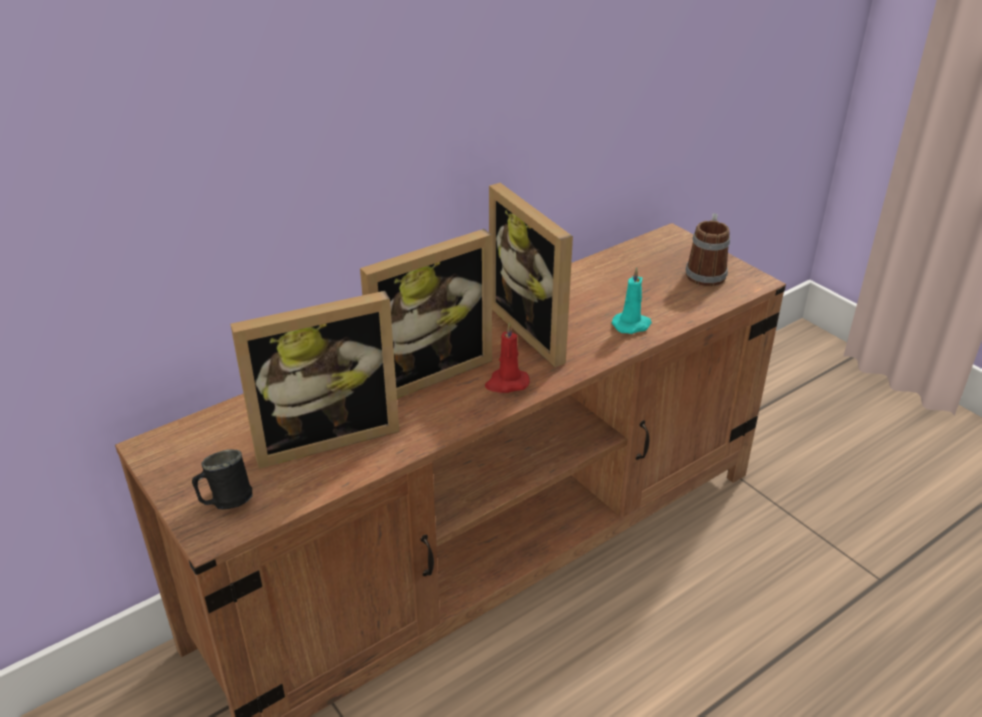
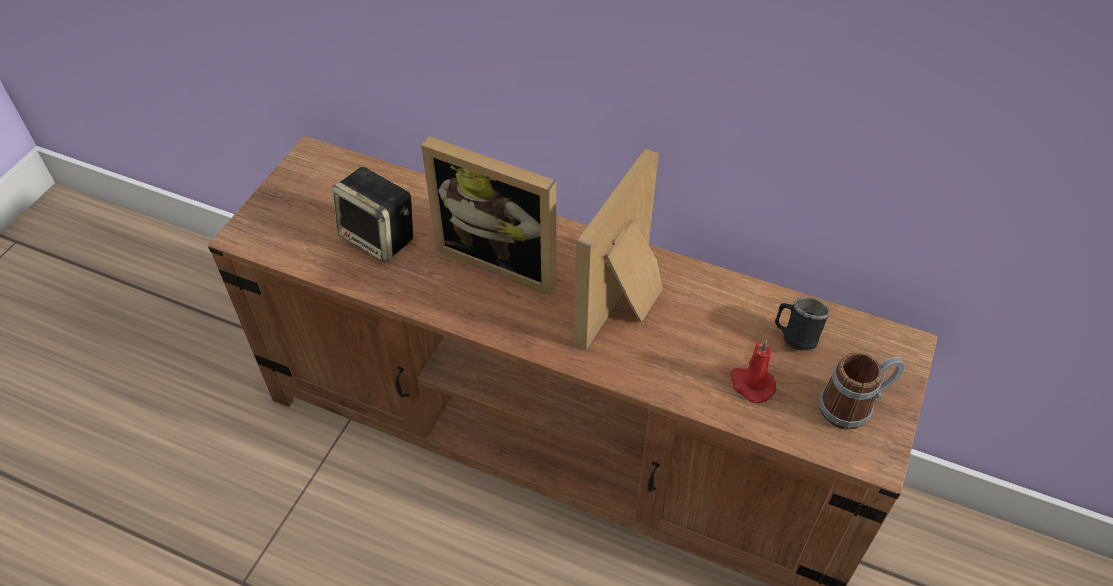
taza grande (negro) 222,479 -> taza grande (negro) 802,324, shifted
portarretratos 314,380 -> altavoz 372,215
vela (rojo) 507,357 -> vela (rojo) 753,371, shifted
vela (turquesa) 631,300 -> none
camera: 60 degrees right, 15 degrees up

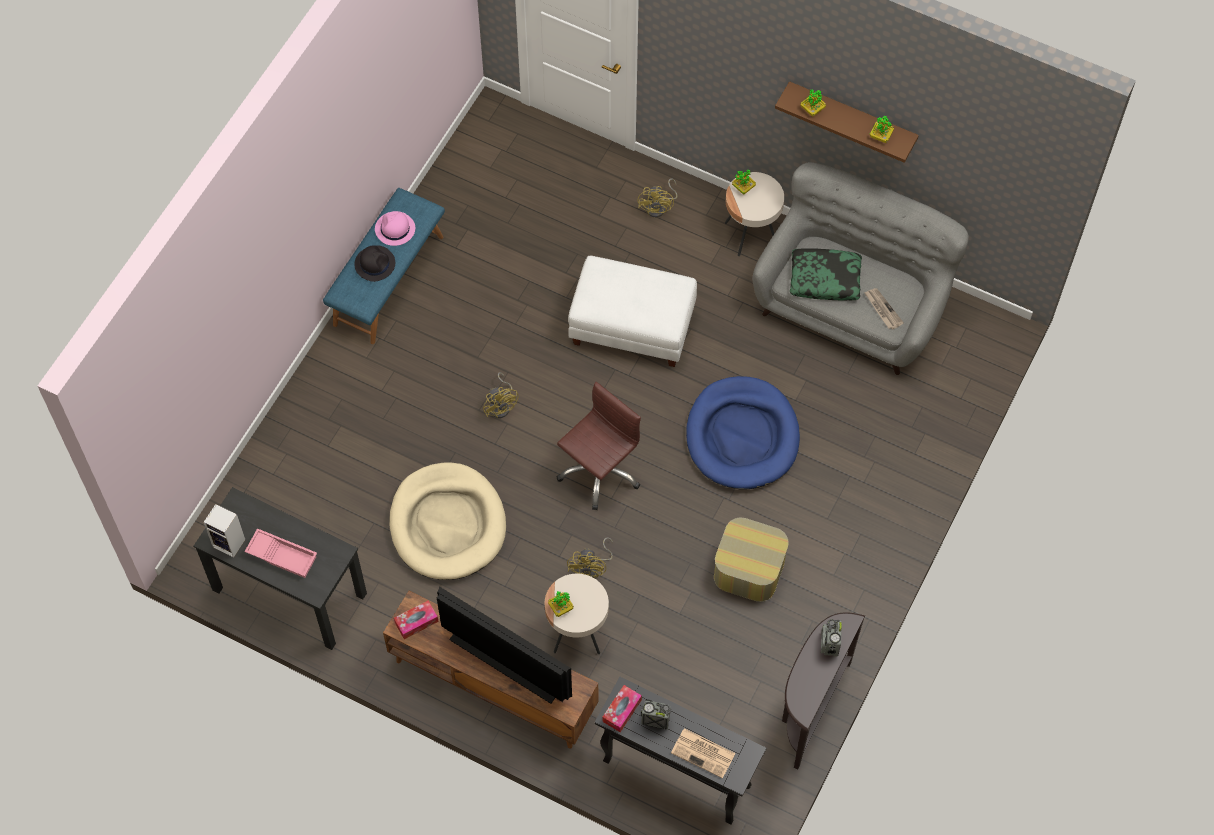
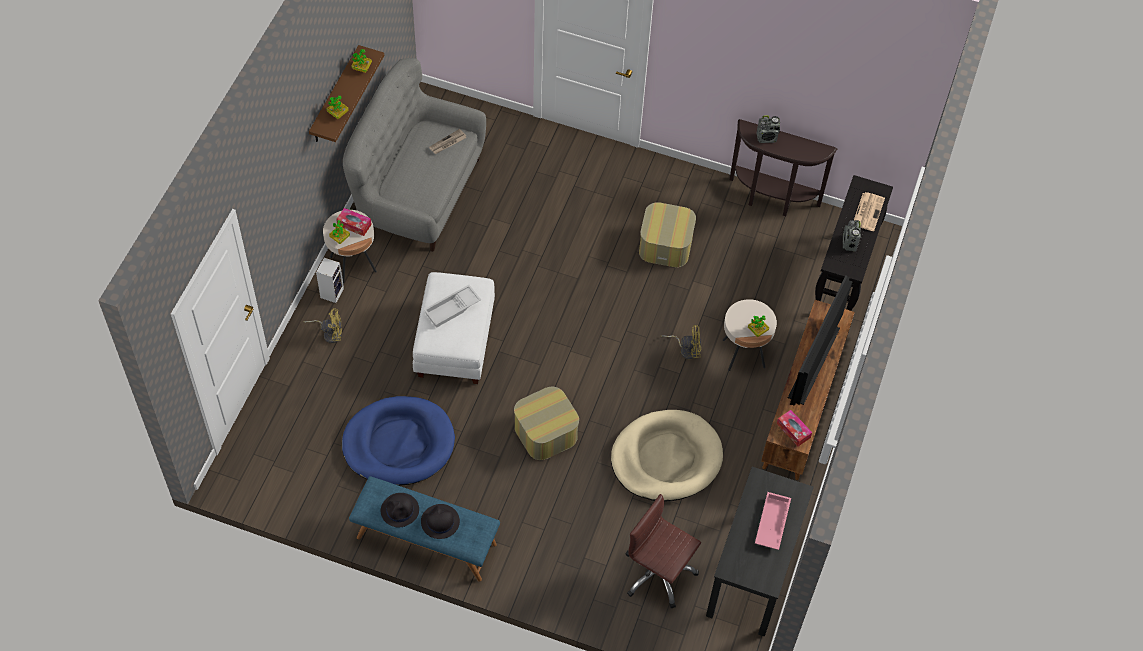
altavoz 224,531 -> altavoz 330,280, shifted
sombrero (rosa) 395,228 -> sombrero (negro) 400,510
ventilador (amarillo) 500,395 -> puf 546,423
silla de oficina (marrón) 599,446 -> silla de oficina (marrón) 663,551, shifted
caja de pañuelos 622,708 -> caja de pañuelos 354,222, shifted
cama para perro (azul) 743,432 -> cama para perro (azul) 398,441, shifted
cojín 826,274 -> none
none -> bandeja (blanco) 452,306
camera: 100 degrees left, 5 degrees down

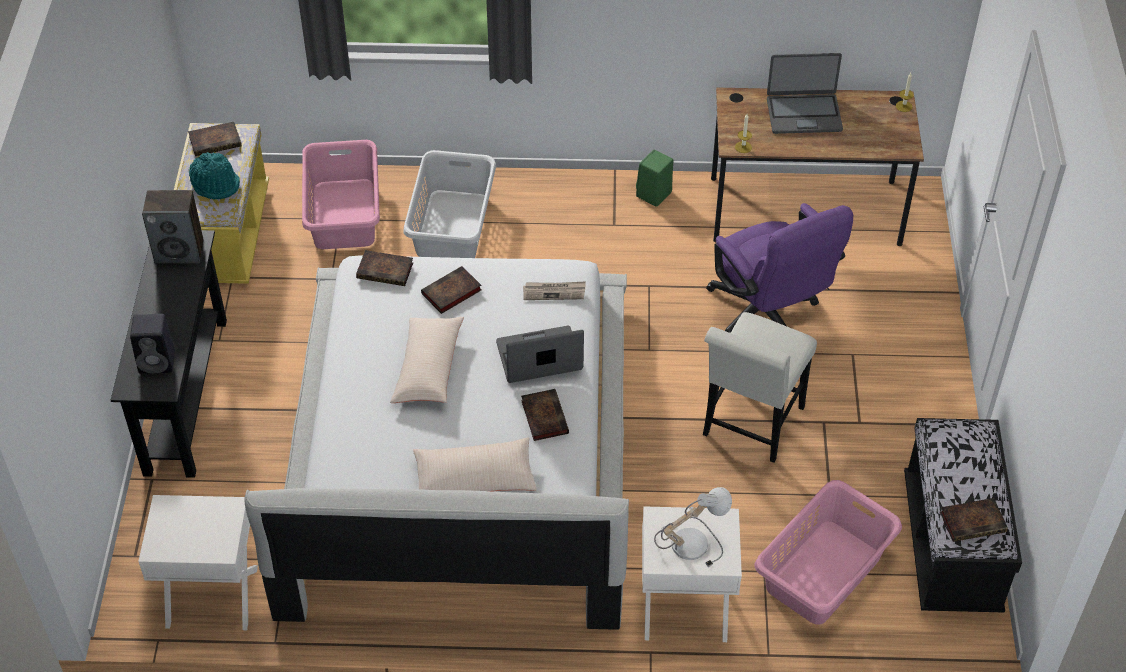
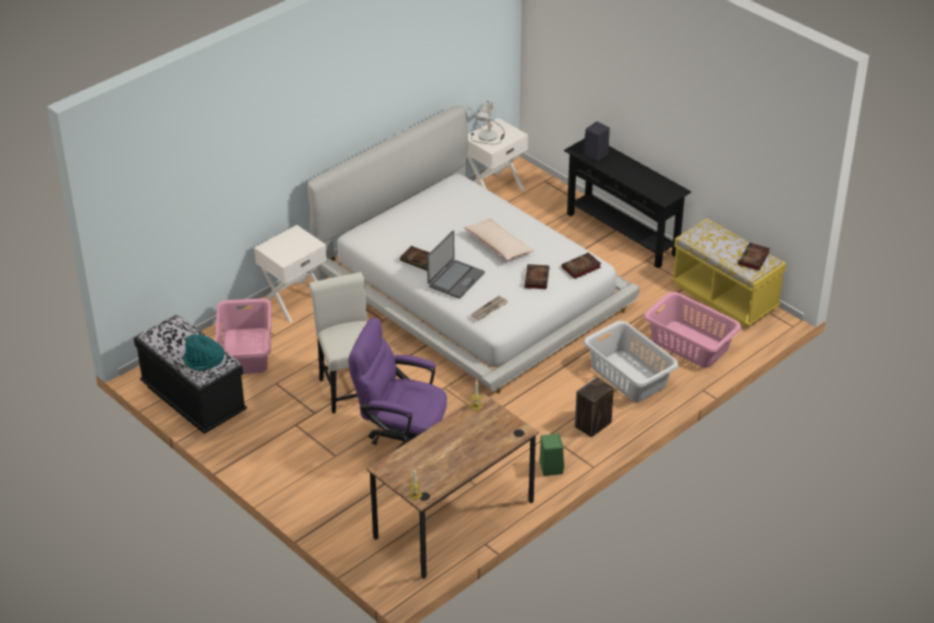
altavoz 172,227 -> altavoz 594,407, shifted
sombrero (turquesa) 214,176 -> sombrero (turquesa) 203,352, shifted
cojín (beis) 475,464 -> none
lámpara de mesa 693,527 -> lámpara de mesa 488,122, shifted
portátil 805,93 -> none
libro 974,520 -> none
camera: 135 degrees right, 10 degrees down

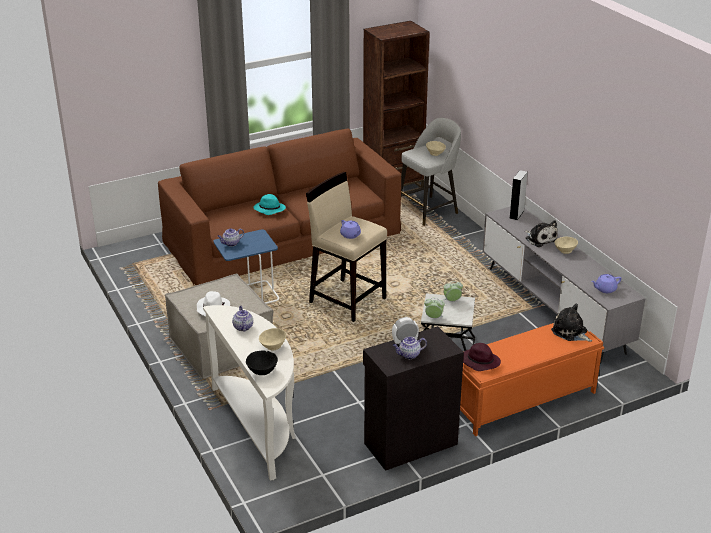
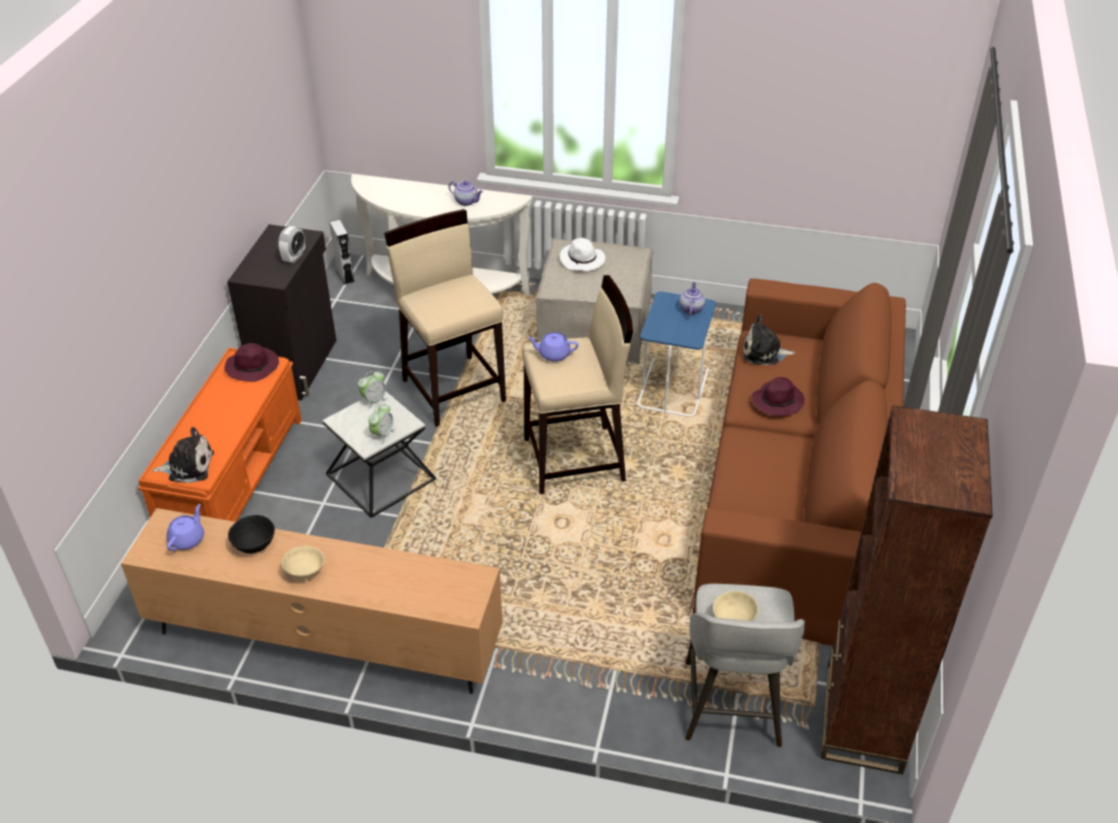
cuenco (negro) 262,362 -> cuenco (negro) 251,534, shifted
sombrero (turquesa) 269,204 -> sombrero (morado) 778,396
cuenco (beis) 272,339 -> none
tetera 410,347 -> none
mueble de televisión (gris) 564,285 -> mueble de televisión (marrón) 311,601
altavoz (gris) 518,195 -> altavoz (gris) 342,252, shifted
peluche 541,233 -> peluche 769,340, shifted
none -> taburete (beis) 445,318
camera: 130 degrees right, 10 degrees up

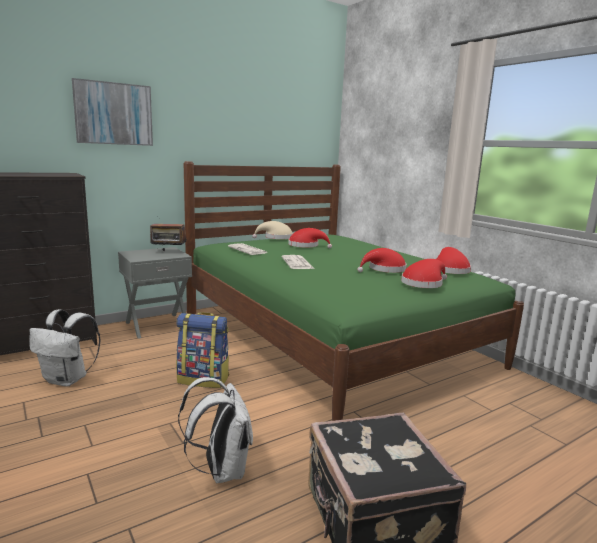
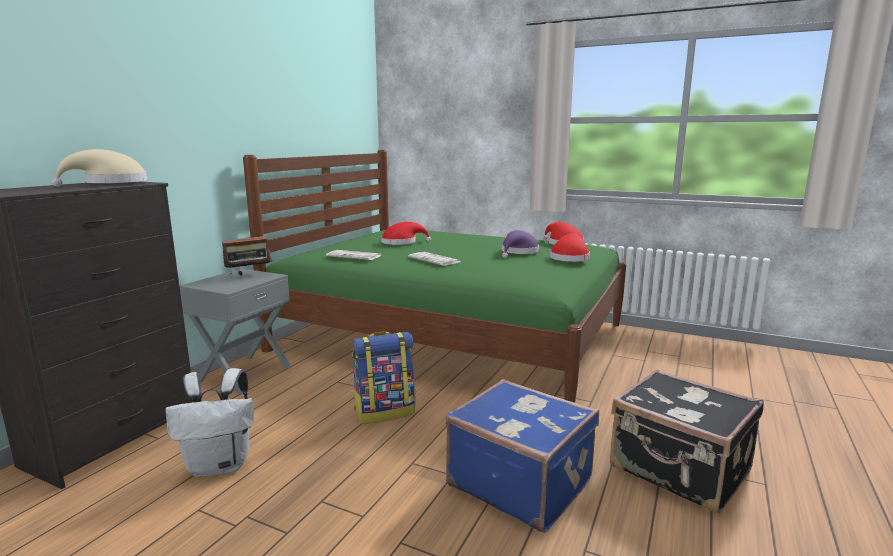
cuadro 112,112 -> none
mochila (blanco) 215,430 -> maleta (azul) 522,456
sombrero (beis) 272,230 -> sombrero (beis) 99,168, shifted
sombrero (rojo) 382,260 -> sombrero (morado) 520,244
camera: 30 degrees left, 0 degrees up

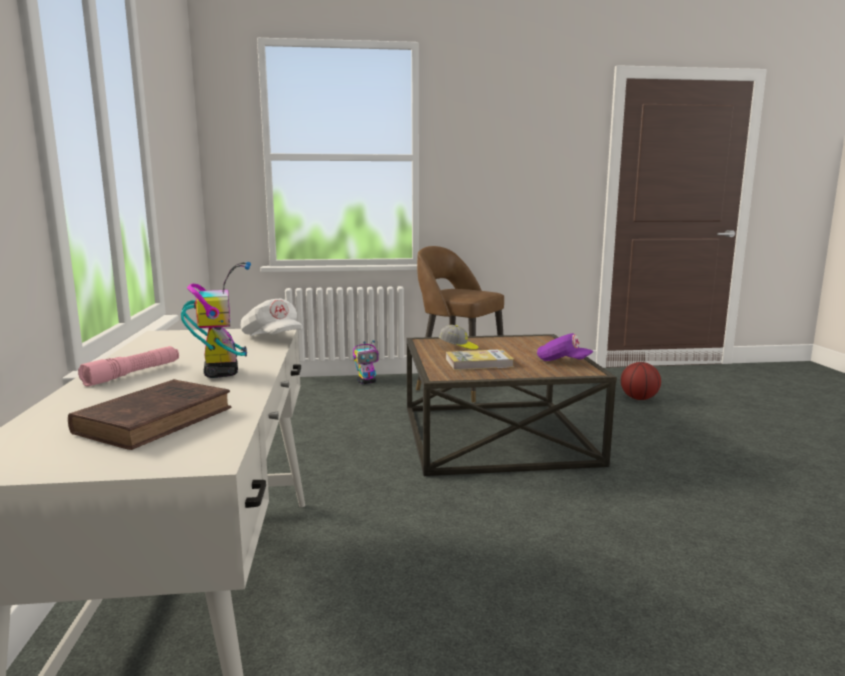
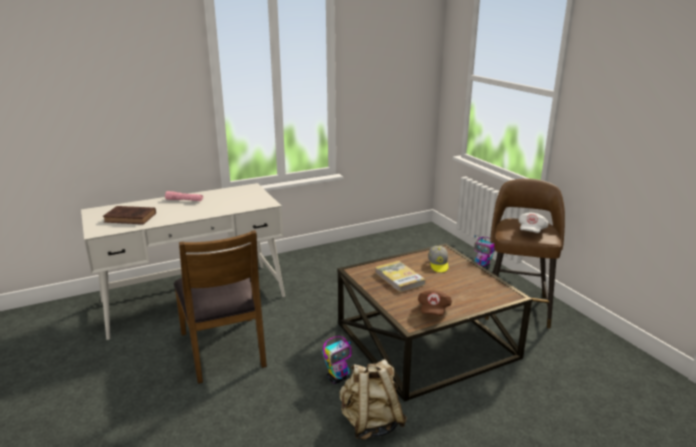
robot de juguete 216,320 -> robot de juguete 337,360, shifted
gorra (blanco) 271,317 -> gorra (blanco) 533,222, shifted
gorra (morado) 565,347 -> gorra (marrón) 435,303
balón de baloncesto 641,381 -> none
none -> silla (marrón) 220,307
none -> mochila (beis) 373,399
camera: 70 degrees right, 10 degrees up

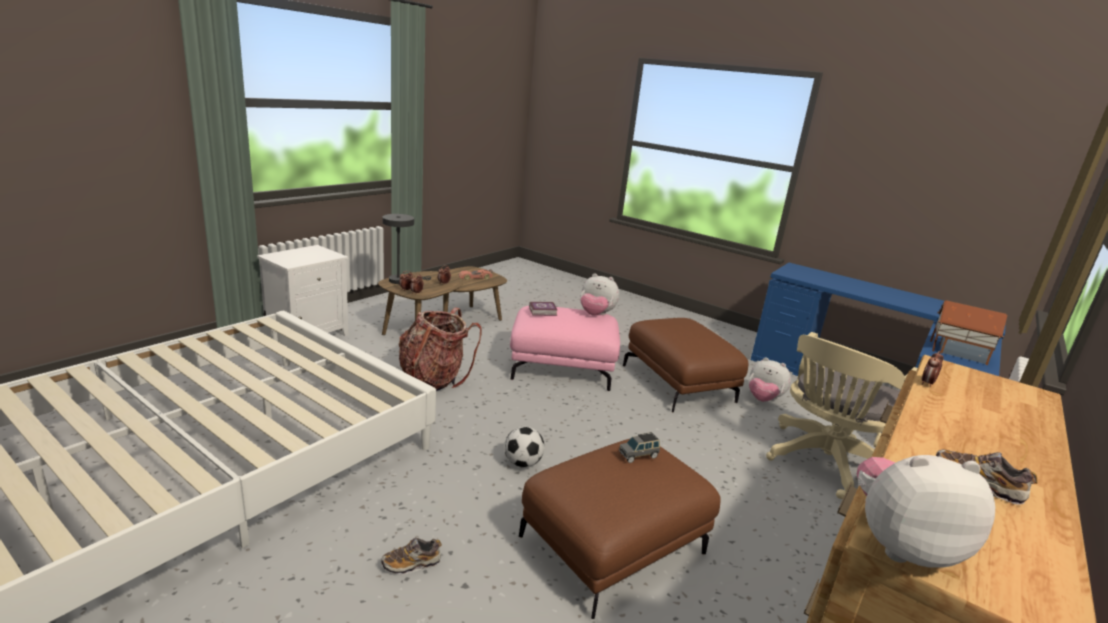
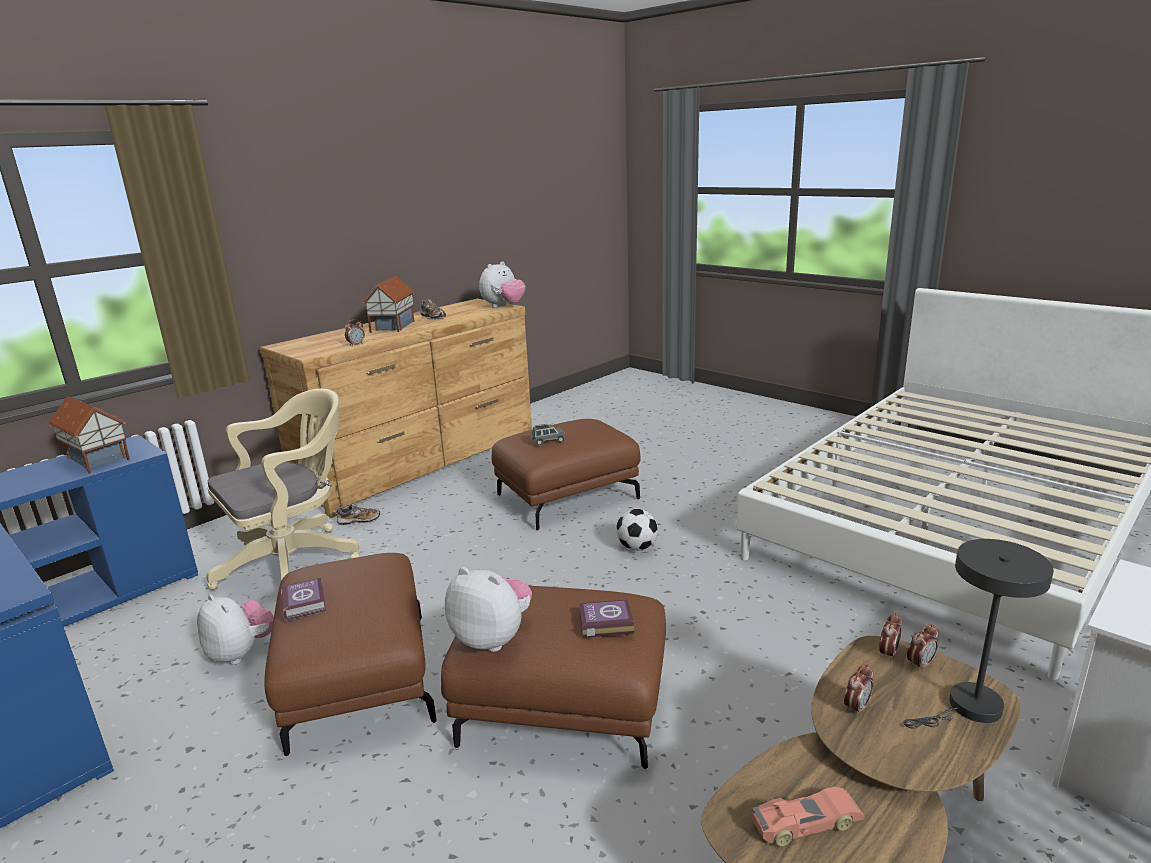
zapato 411,556 -> zapato 357,515, shifted
mochila 440,349 -> none
puf (rosa) 565,348 -> puf (marrón) 553,677
peluche 926,511 -> peluche 502,284, 60 degrees counterclockwise
none -> libro 303,599
none -> casita 389,304
camera: 170 degrees left, 0 degrees up

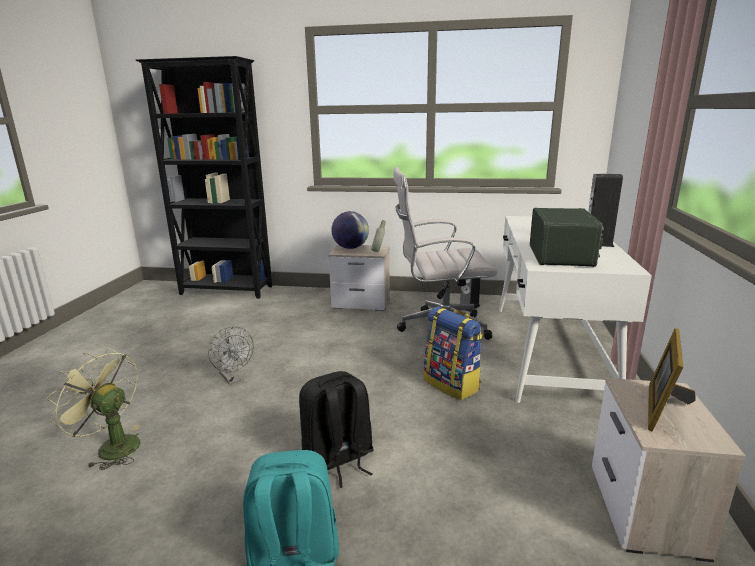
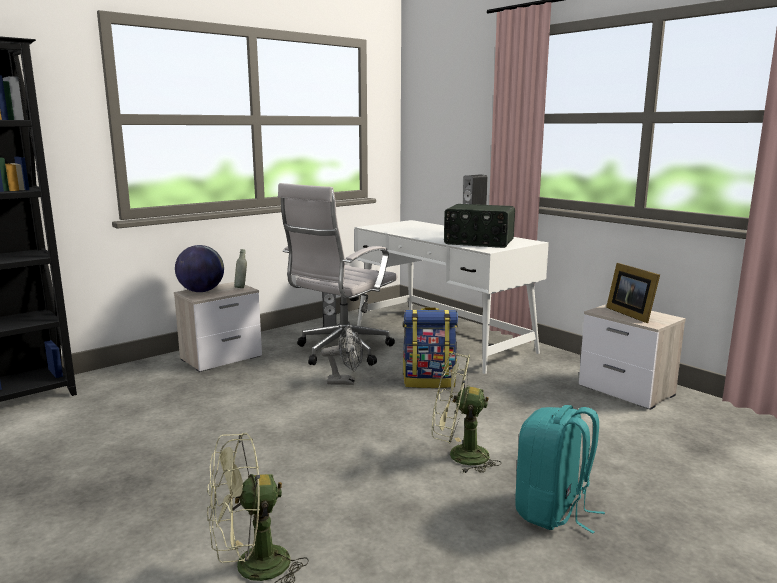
ventilador (gris) 231,355 -> ventilador (gris) 342,355, shifted
mochila (negro) 336,429 -> ventilador (verde) 467,413
radio 567,237 -> radio 479,226, 150 degrees clockwise
camera: 50 degrees left, 5 degrees down

